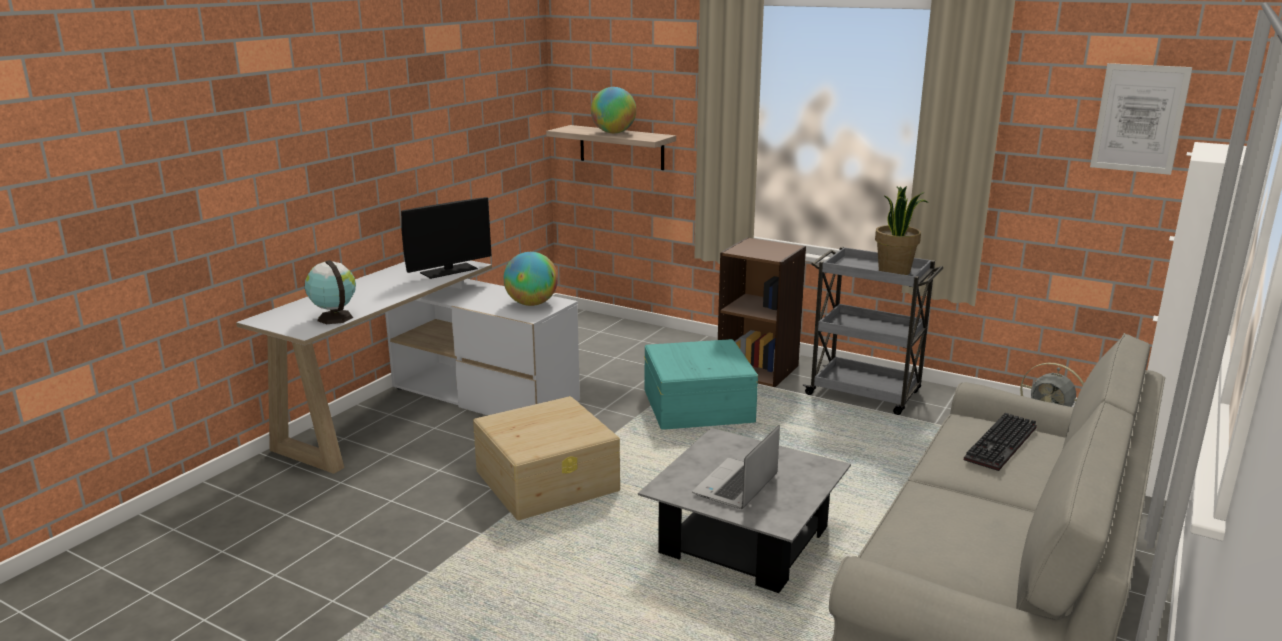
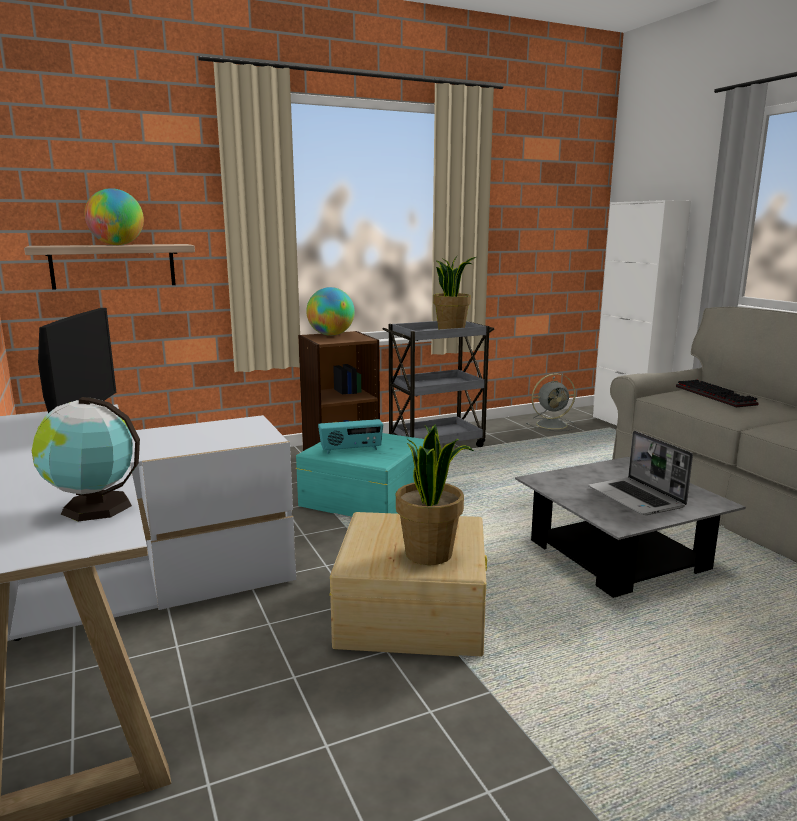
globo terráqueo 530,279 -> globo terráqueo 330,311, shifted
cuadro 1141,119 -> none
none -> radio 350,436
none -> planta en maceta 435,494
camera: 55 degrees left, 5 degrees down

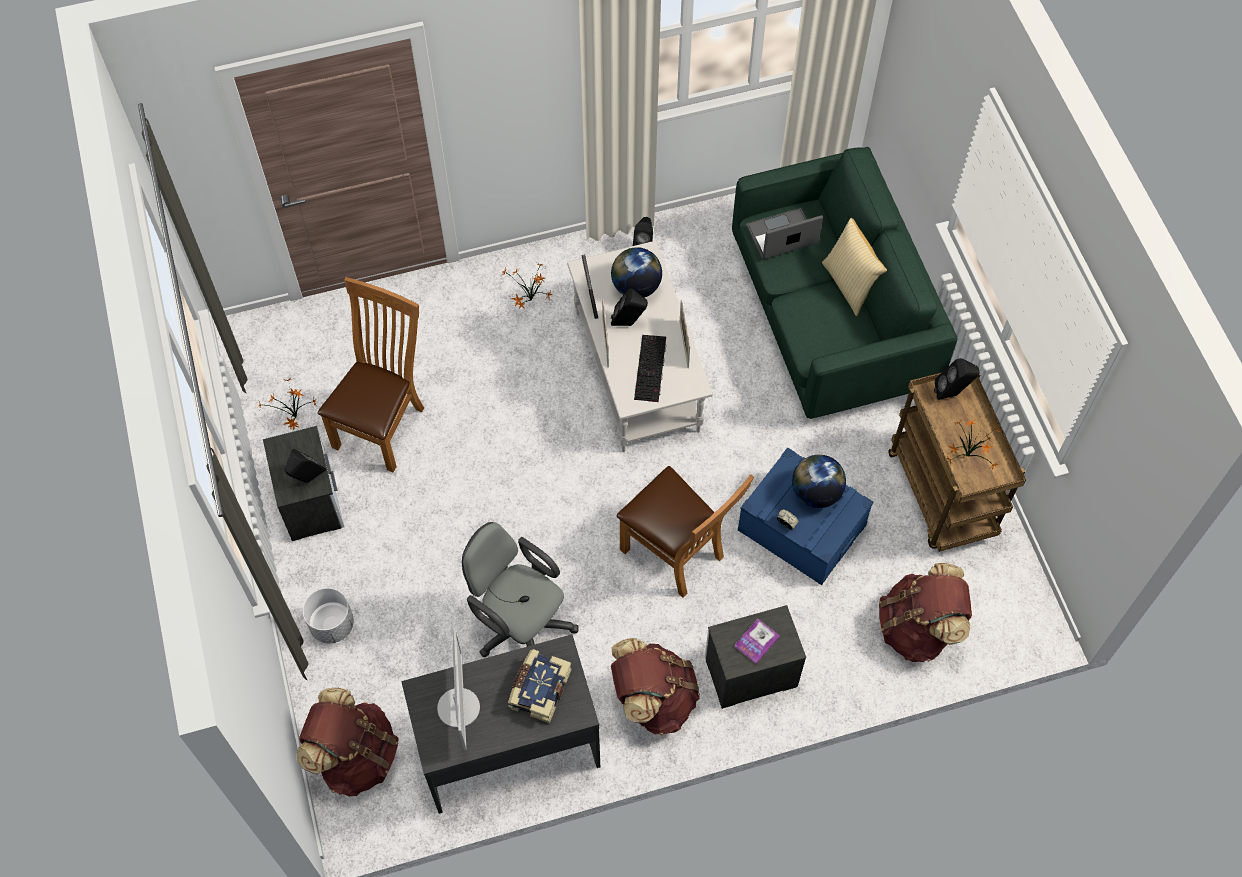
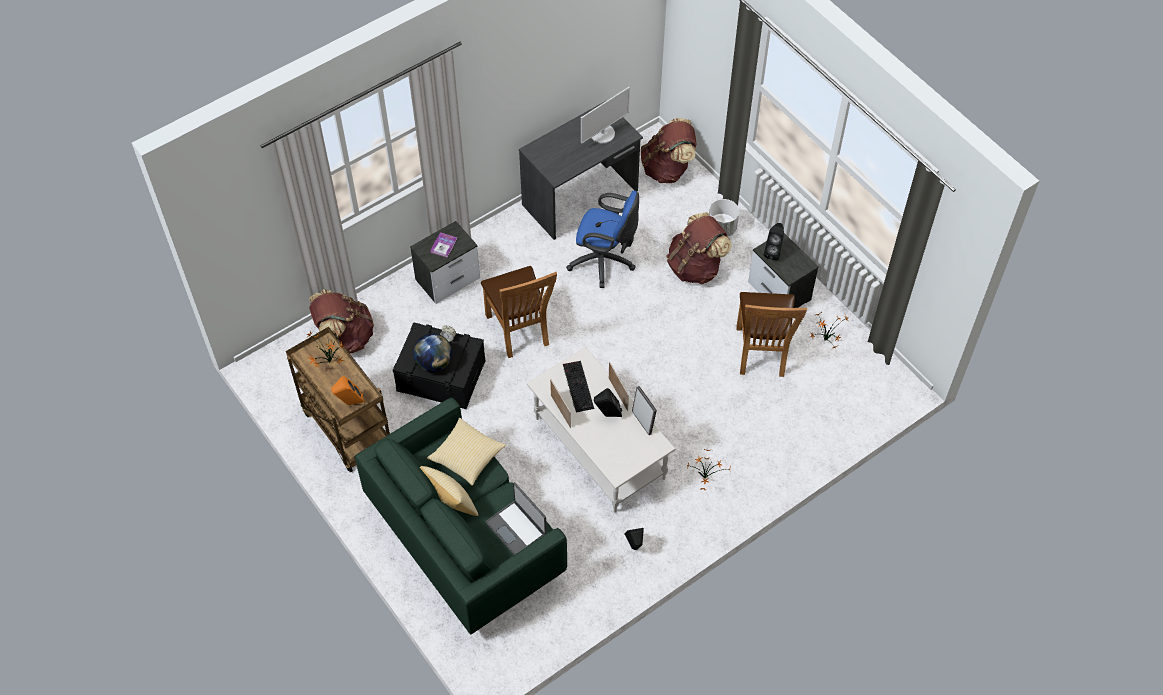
monitor 458,690 -> monitor 605,115, 105 degrees counterclockwise
silla de oficina (gris) 520,589 -> silla de oficina (azul) 602,239
libro 540,686 -> none
globo terráqueo 636,272 -> none
mochila (marrón) 655,686 -> mochila (marrón) 699,248, shifted
silla (marrón) 685,531 -> silla (marrón) 519,312, 135 degrees counterclockwise
caja de almacenaje (azul) 805,516 -> caja de almacenaje (negro) 439,365
portátil 784,233 -> portátil 516,518, 90 degrees clockwise
altavoz (negro) 957,379 -> altavoz (naranja) 347,390
none -> cojín 466,452
camera: 160 degrees right, 5 degrees down

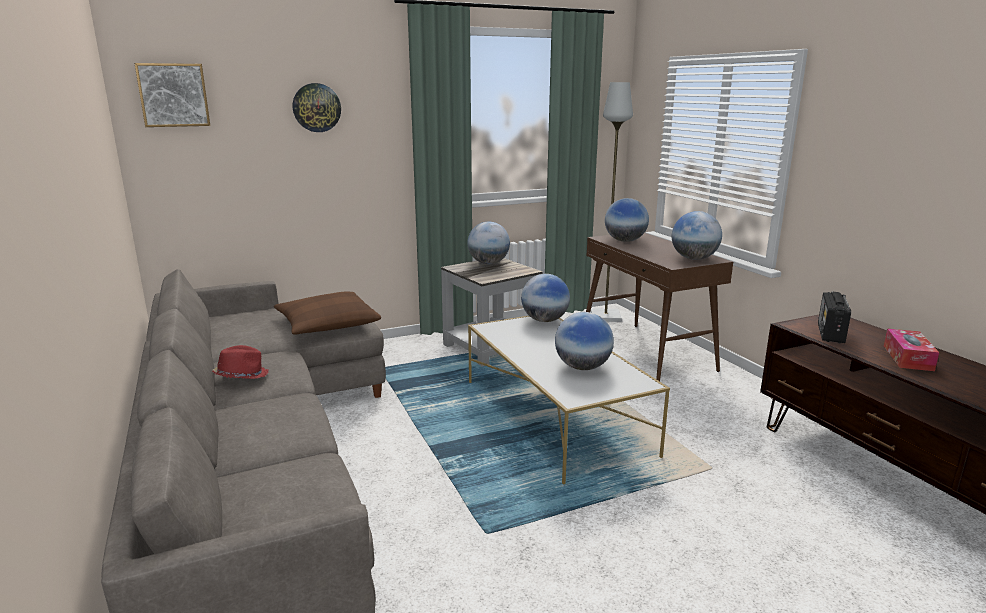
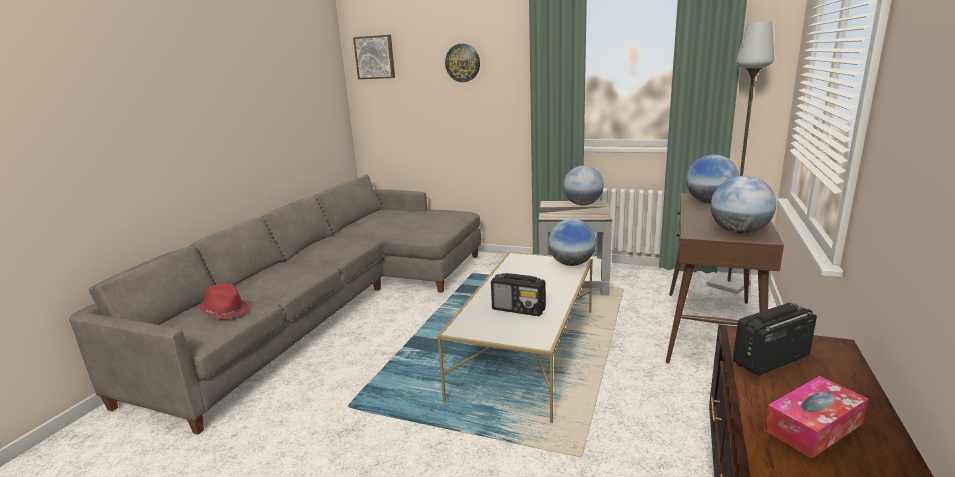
sombrero (rojo) 240,362 -> sombrero (rojo) 224,301, shifted
cojín (marrón) 327,313 -> none
globo terráqueo 584,341 -> radio 518,294
camera: 45 degrees right, 0 degrees up

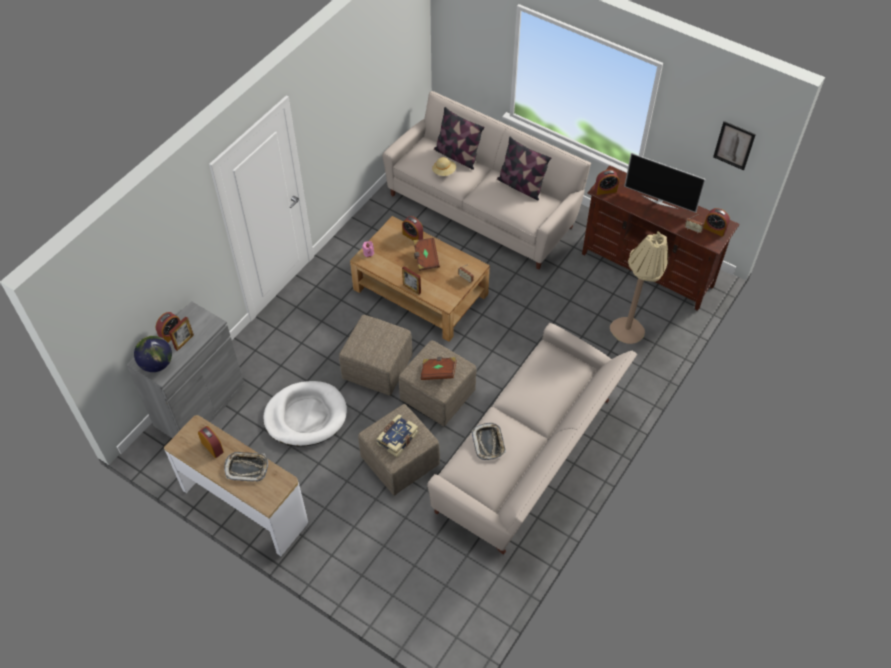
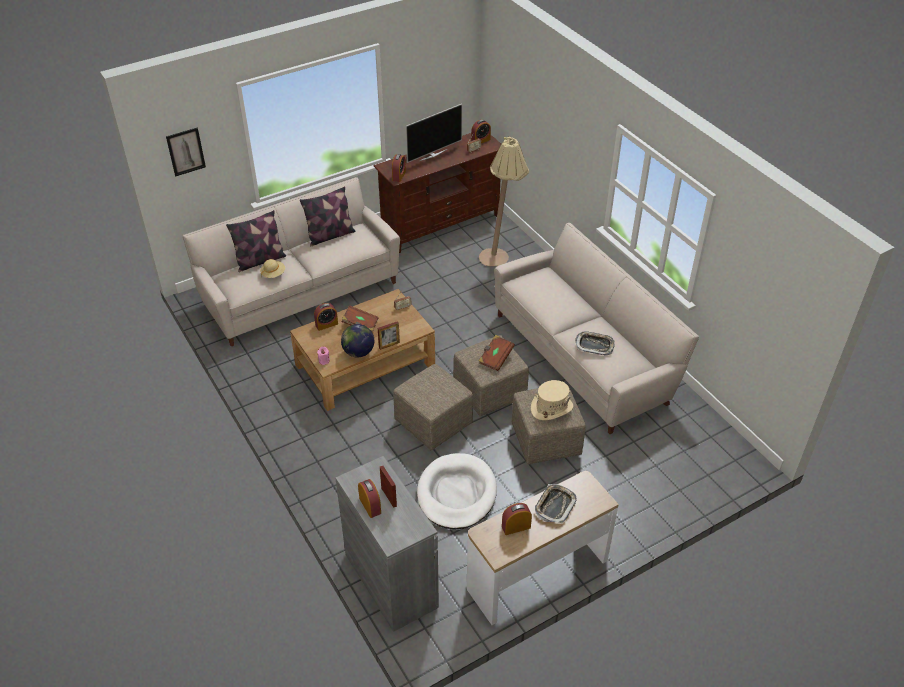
globo terráqueo 153,354 -> globo terráqueo 357,340, shifted
libro 397,435 -> sombrero (beis) 552,400
cuadro 734,145 -> cuadro 186,152, shifted
camera: 65 degrees left, 10 degrees down

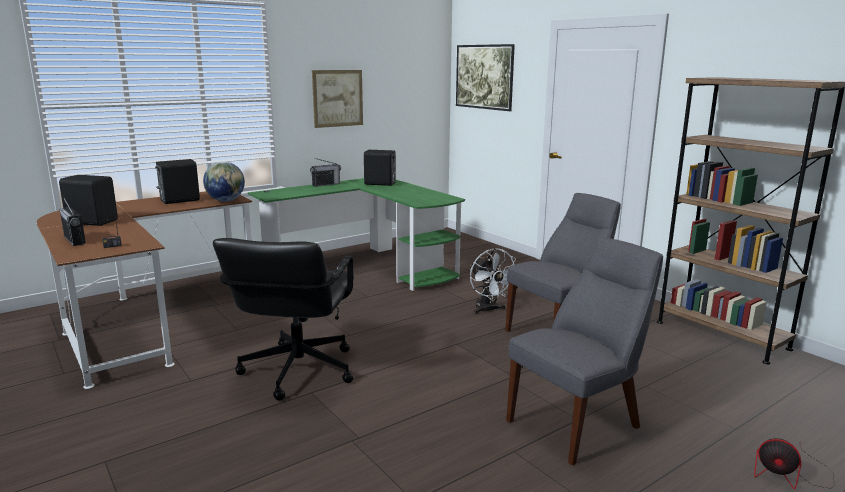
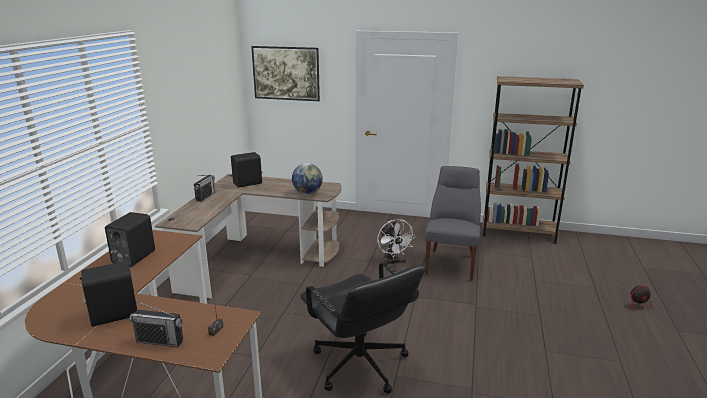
globo terráqueo 224,181 -> globo terráqueo 307,178, shifted
escritorio (verde) 356,234 -> escritorio (marrón) 248,236
cuadro 337,99 -> none
ventilador (blanco) 493,281 -> ventilador (blanco) 396,242, 45 degrees clockwise
silla (gris) 584,351 -> none
camera: 40 degrees left, 5 degrees up

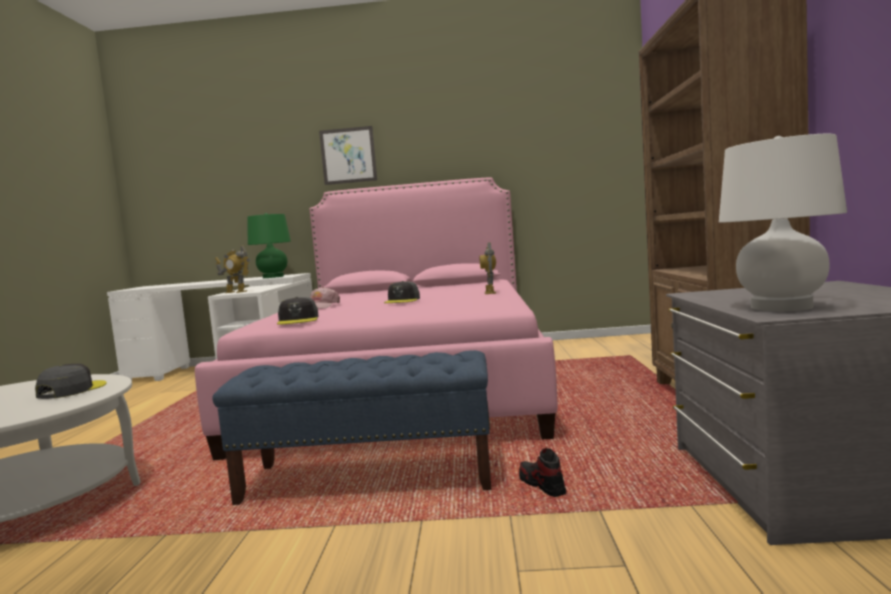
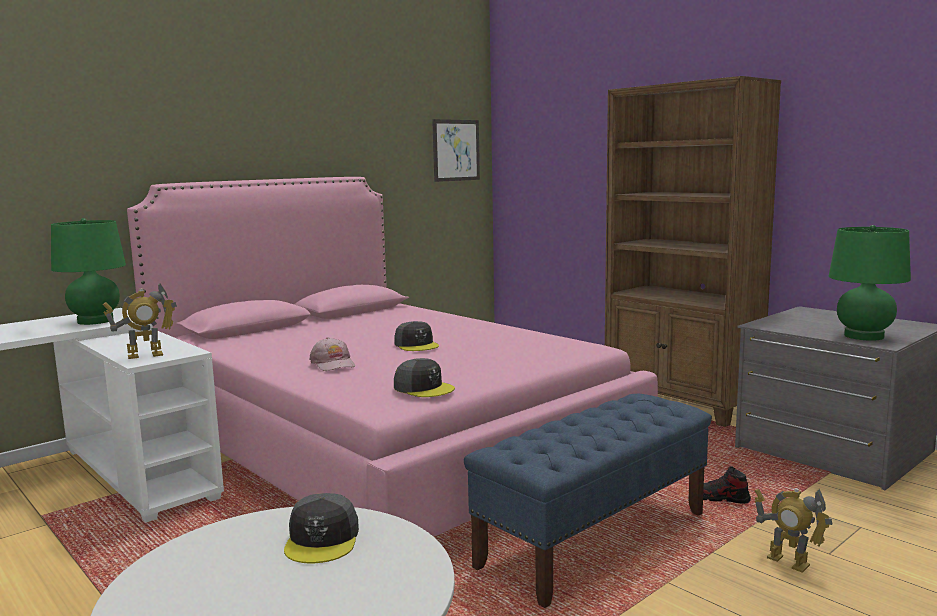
gorra (gris) 71,381 -> gorra (gris) 321,528, 150 degrees counterclockwise
cuadro 348,155 -> cuadro 456,150, shifted
robot de juguete 487,268 -> robot de juguete 793,530, shifted
lámpara de mesa (blanco) 783,222 -> lámpara de mesa (verde) 870,283
camera: 45 degrees left, 5 degrees up

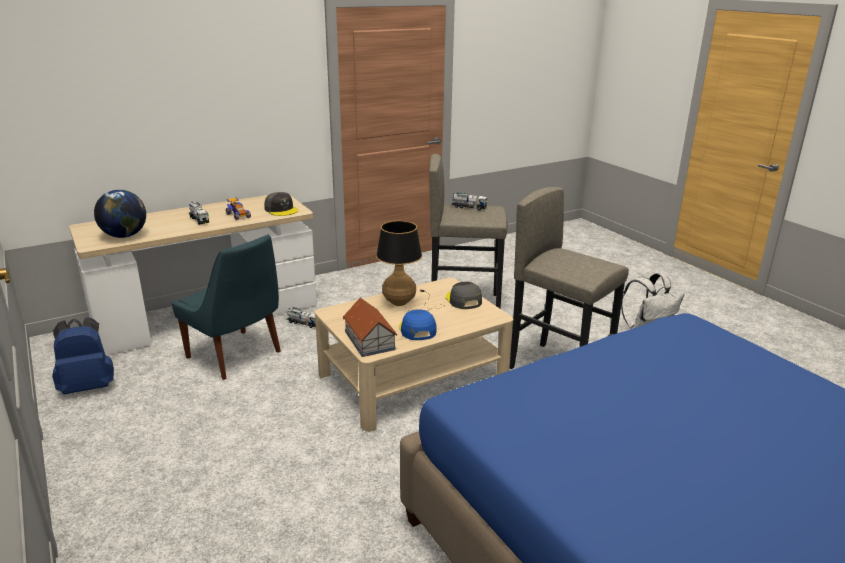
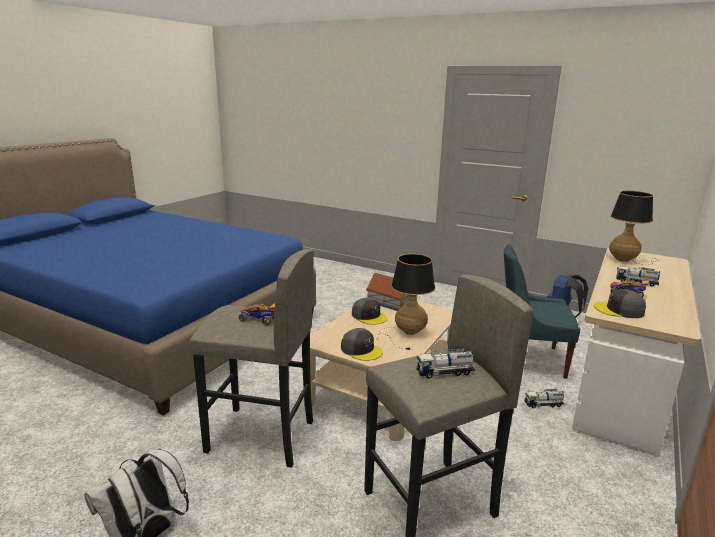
globo terráqueo 120,214 -> lámpara de mesa 633,227
gorra (azul) 418,324 -> gorra (gris) 370,311
none -> coche de juguete 257,314
camera: 150 degrees right, 5 degrees down

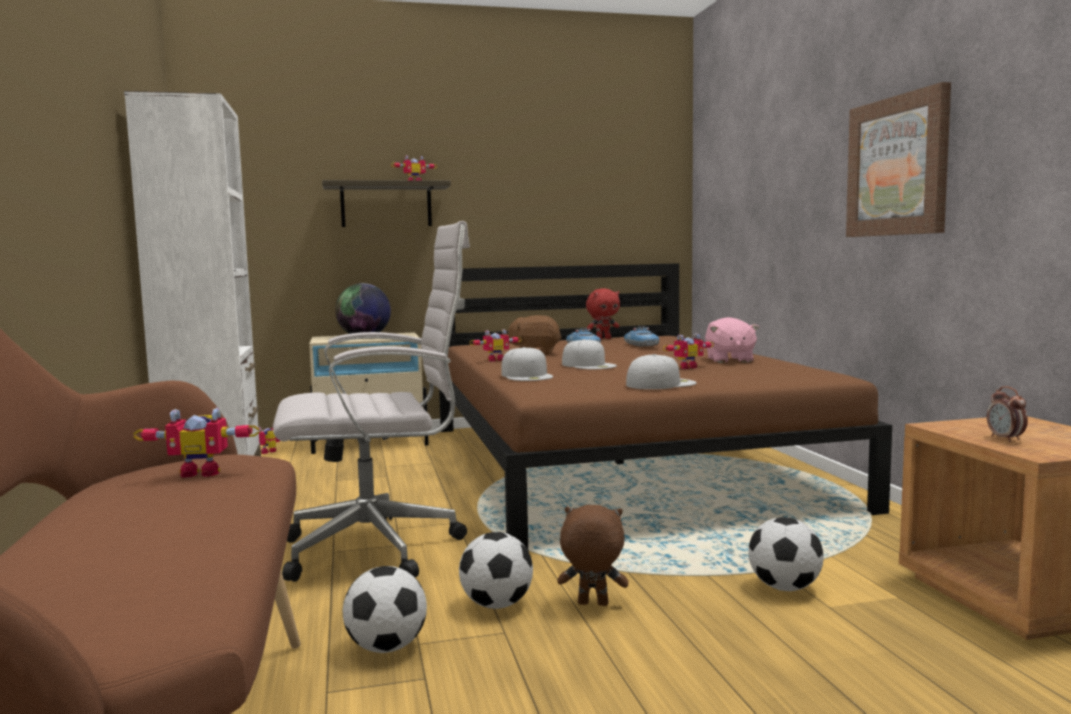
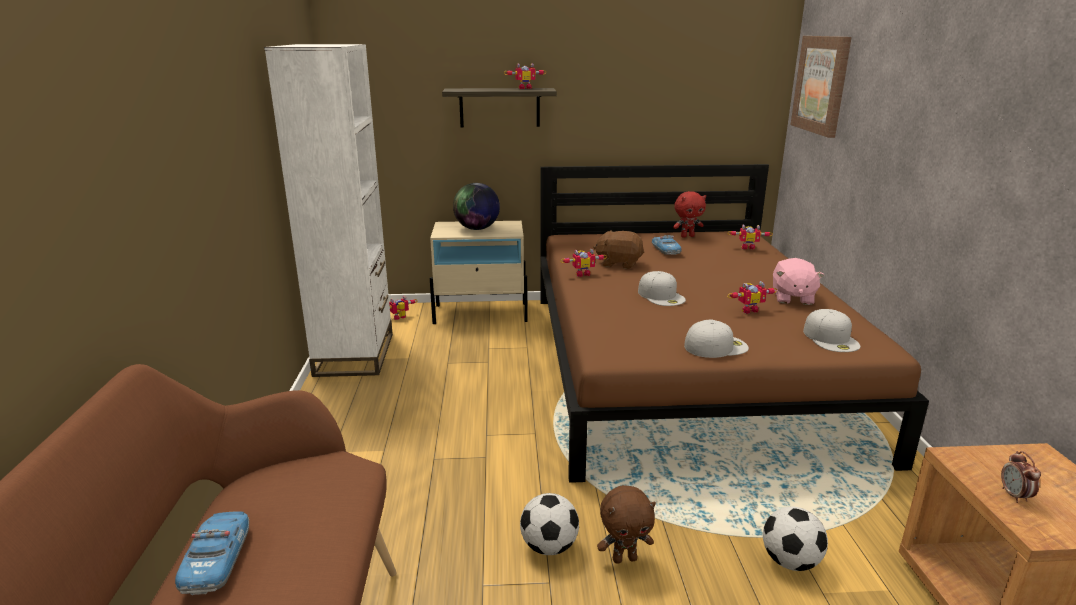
robot de juguete 196,442 -> robot de juguete 750,237, shifted
silla de oficina (blanco) 371,401 -> none
balón de fútbol 385,609 -> none
gorra (blanco) 527,364 -> gorra (blanco) 832,330, shifted
peluche (marrón) 593,555 -> peluche (marrón) 626,524, 150 degrees clockwise
coche de juguete 641,336 -> coche de juguete 212,553, shifted
cuadro 898,159 -> cuadro 821,87, shifted
camera: 10 degrees right, 15 degrees up

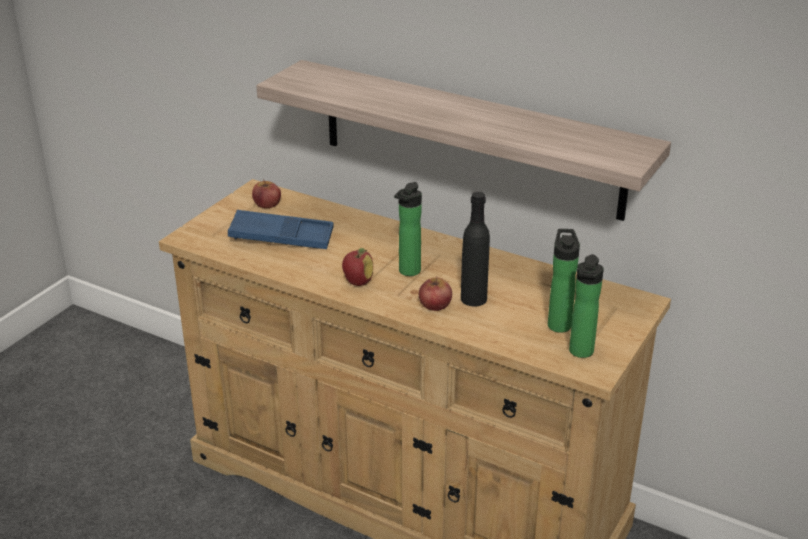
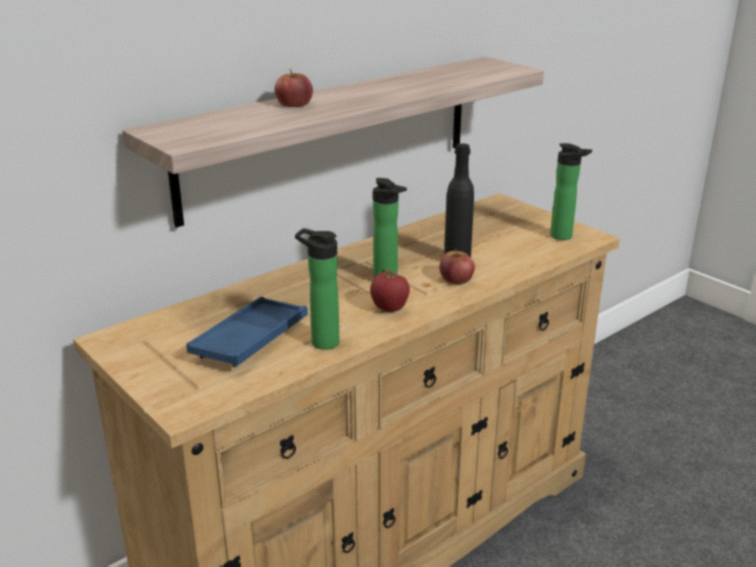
manzana 266,193 -> manzana 294,88, shifted
botella 564,281 -> botella 317,289, shifted
camera: 70 degrees left, 5 degrees down

